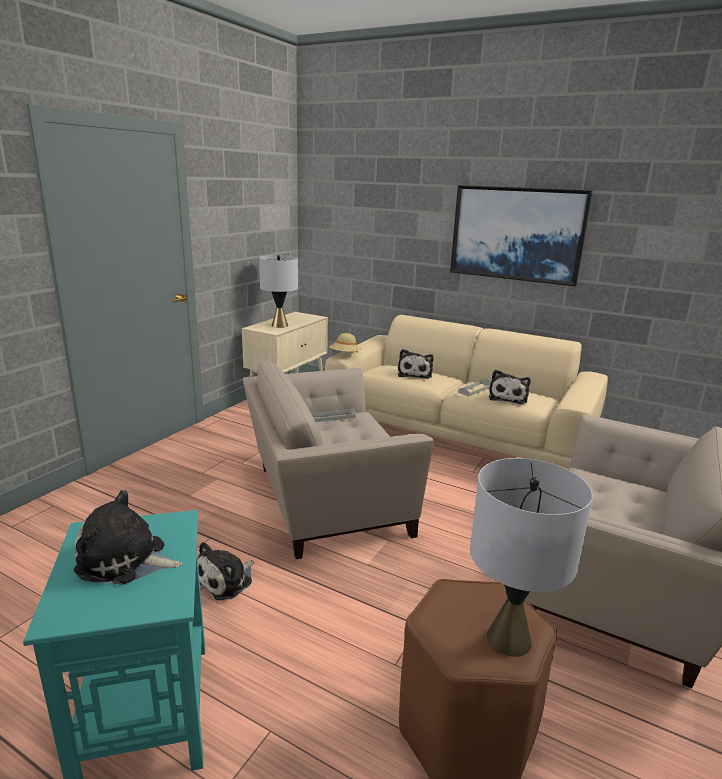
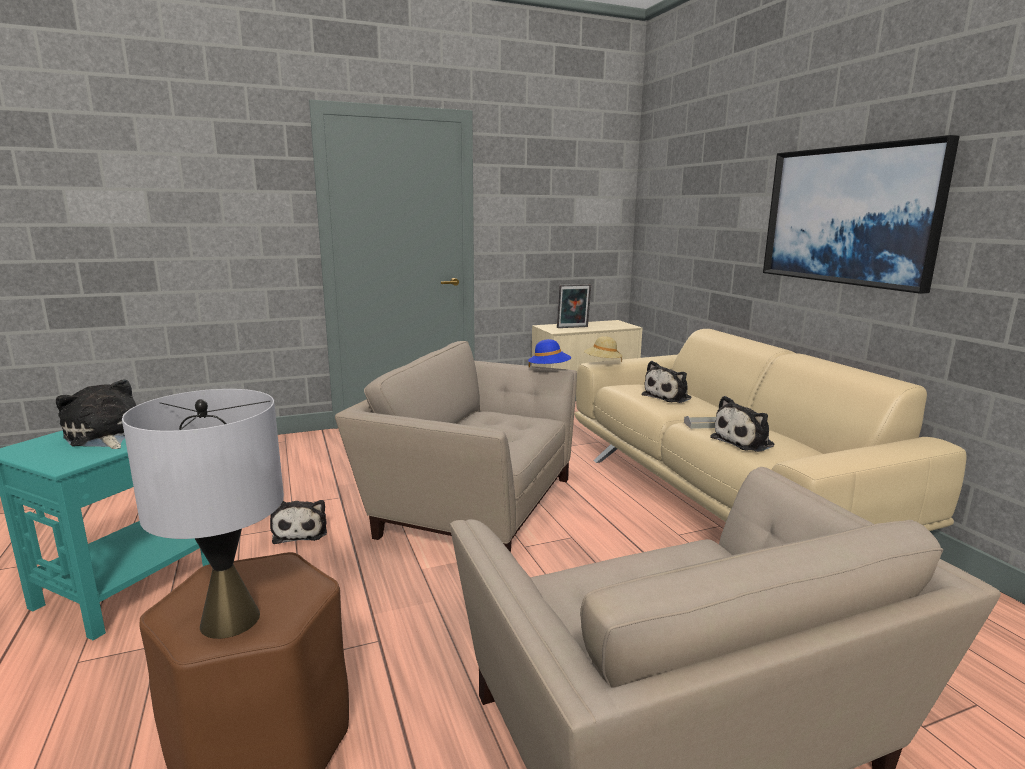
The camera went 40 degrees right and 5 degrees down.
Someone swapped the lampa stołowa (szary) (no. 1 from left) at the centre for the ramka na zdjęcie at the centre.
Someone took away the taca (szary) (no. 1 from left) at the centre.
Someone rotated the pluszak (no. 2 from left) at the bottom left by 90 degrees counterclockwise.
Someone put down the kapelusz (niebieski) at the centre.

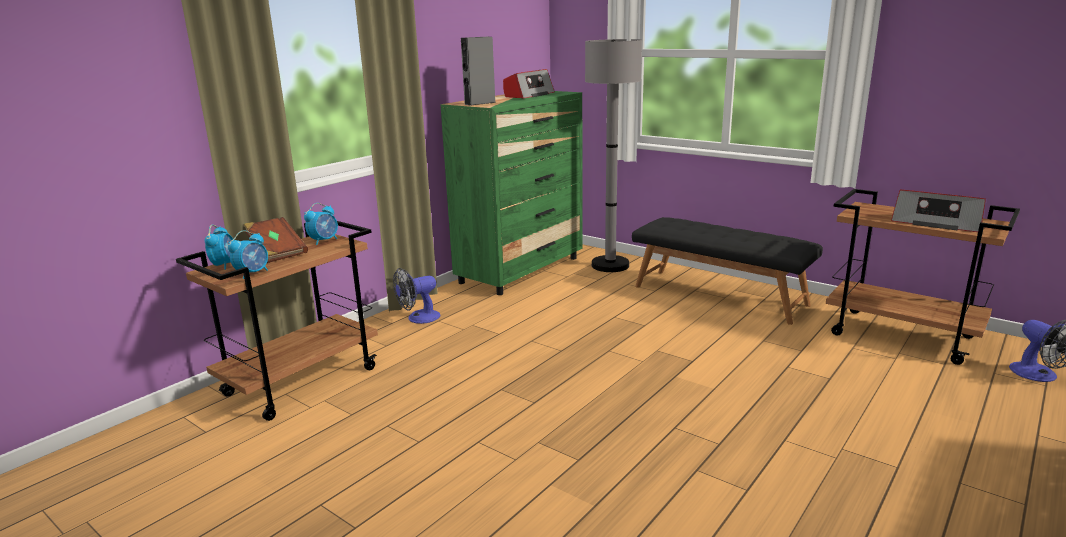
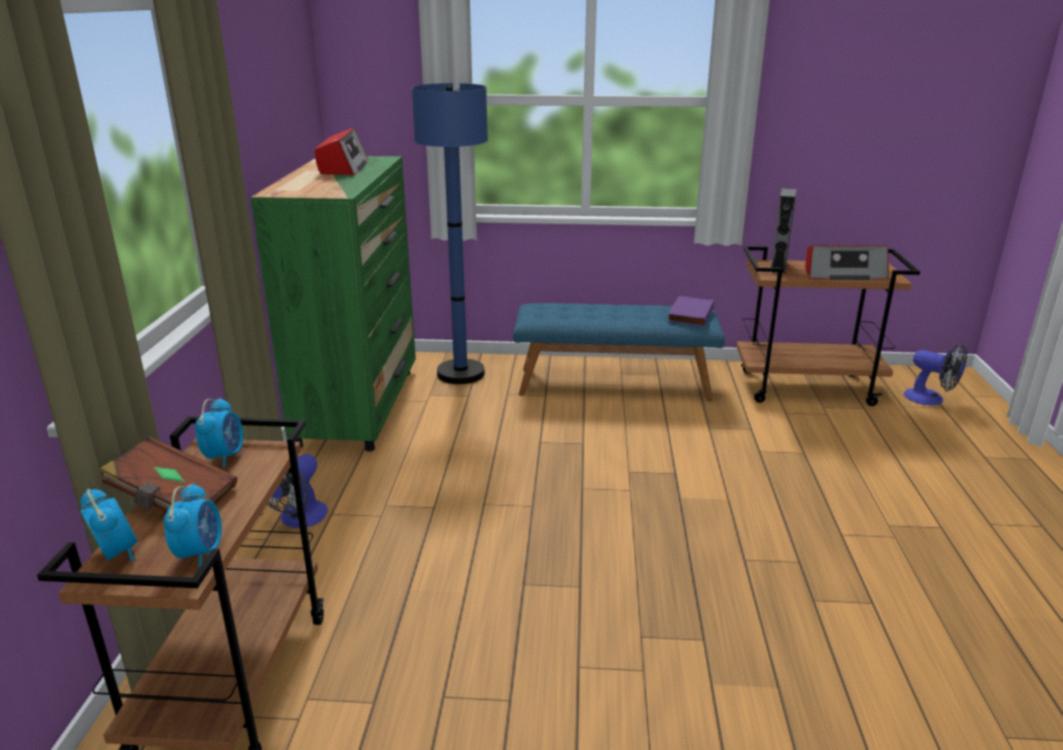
The camera went 35 degrees left and 5 degrees up.
Someone carried the głośnik (szary) from the top centre to the top right.
Someone repainted the lampa stojąca (szary) at the top centre, which became the lampa stojąca (niebieski) at the top centre.
Someone repainted the ławka (czarny) at the middle right, which became the ławka (niebieski) at the centre.
Someone put down the książka (fioletowy) at the centre.

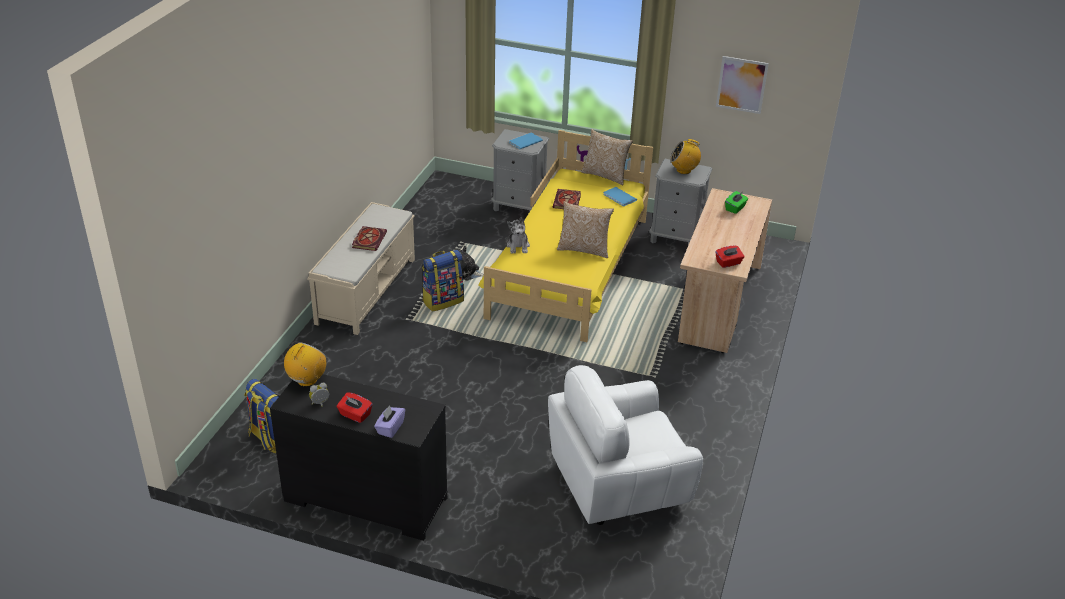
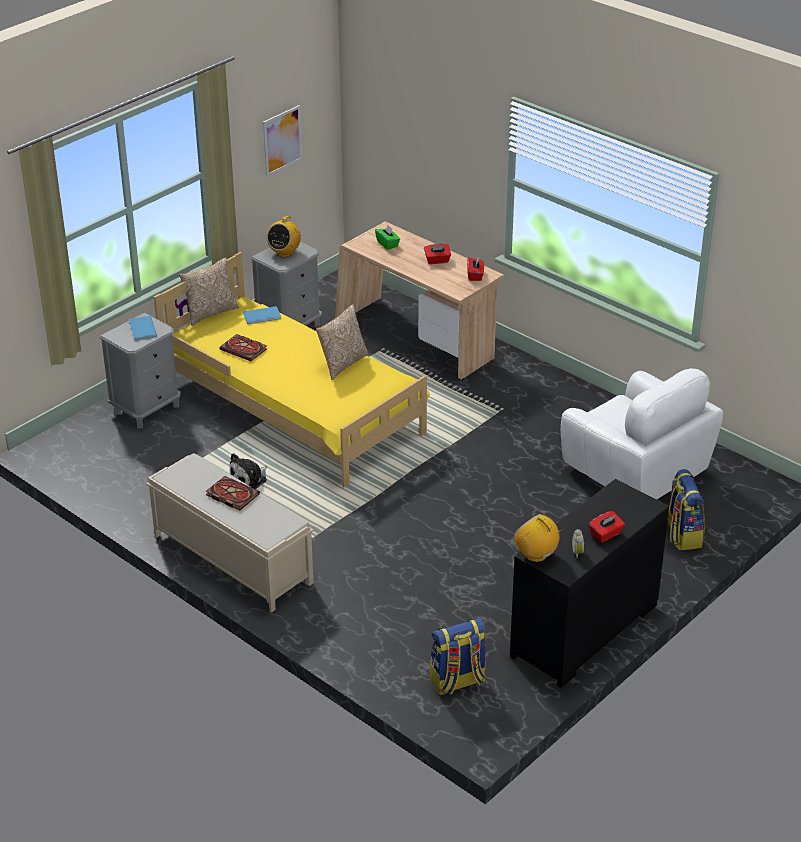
The camera went 65 degrees left and 0 degrees up.
Someone took away the pluszak (no. 2 from left) at the centre.
Someone carried the plecak (no. 2 from left) from the centre to the middle right.
Someone rotated the fotel (biały) at the bottom centre by 45 degrees counterclockwise.
Someone took away the pudełko chusteczek (fioletowy) at the bottom centre.
Someone put down the pudełko chusteczek (czerwony) (no. 1 from left) at the top centre.

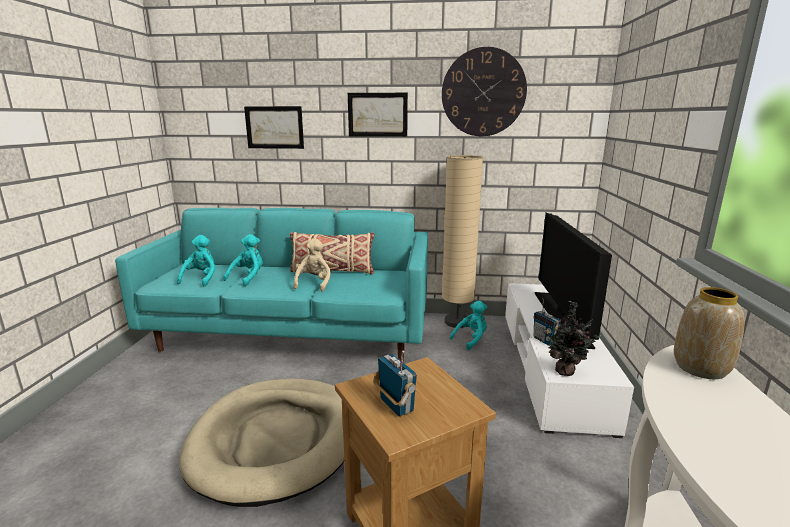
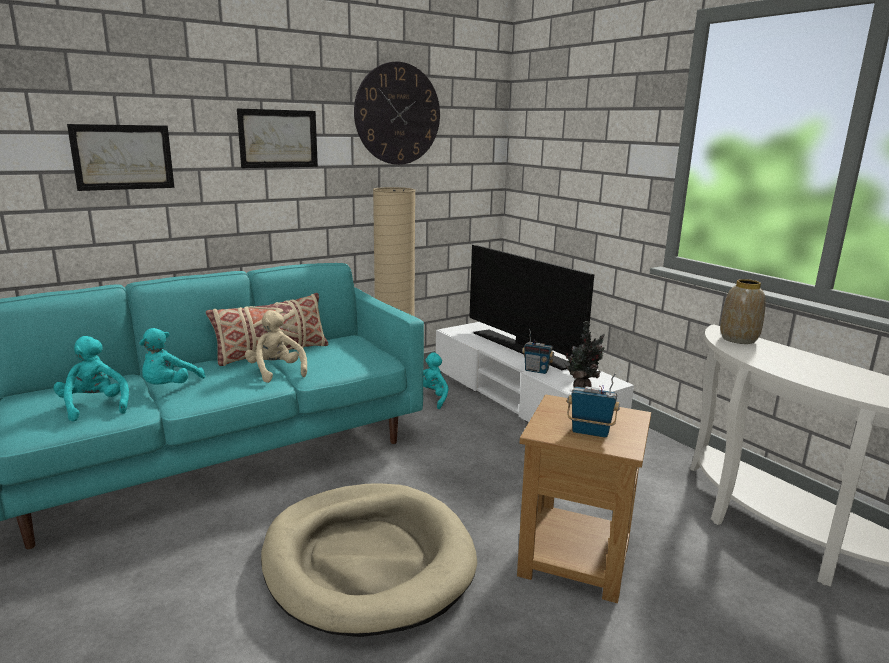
The camera went 40 degrees left and 0 degrees up.
Someone rotated the pluszak (turkusowy) (no. 2 from left) at the middle left by 150 degrees counterclockwise.

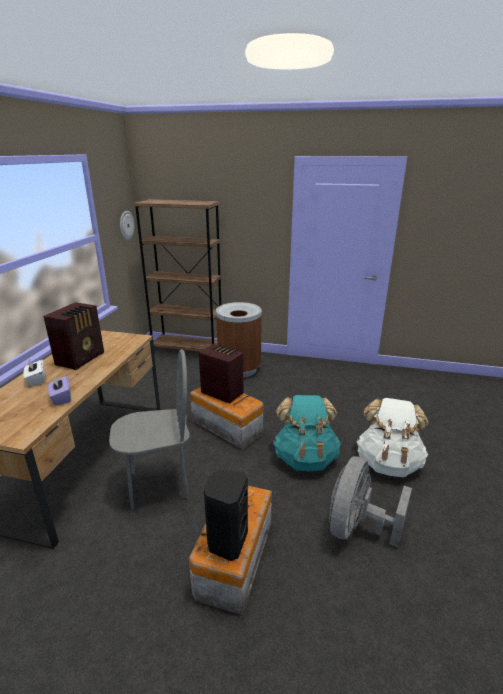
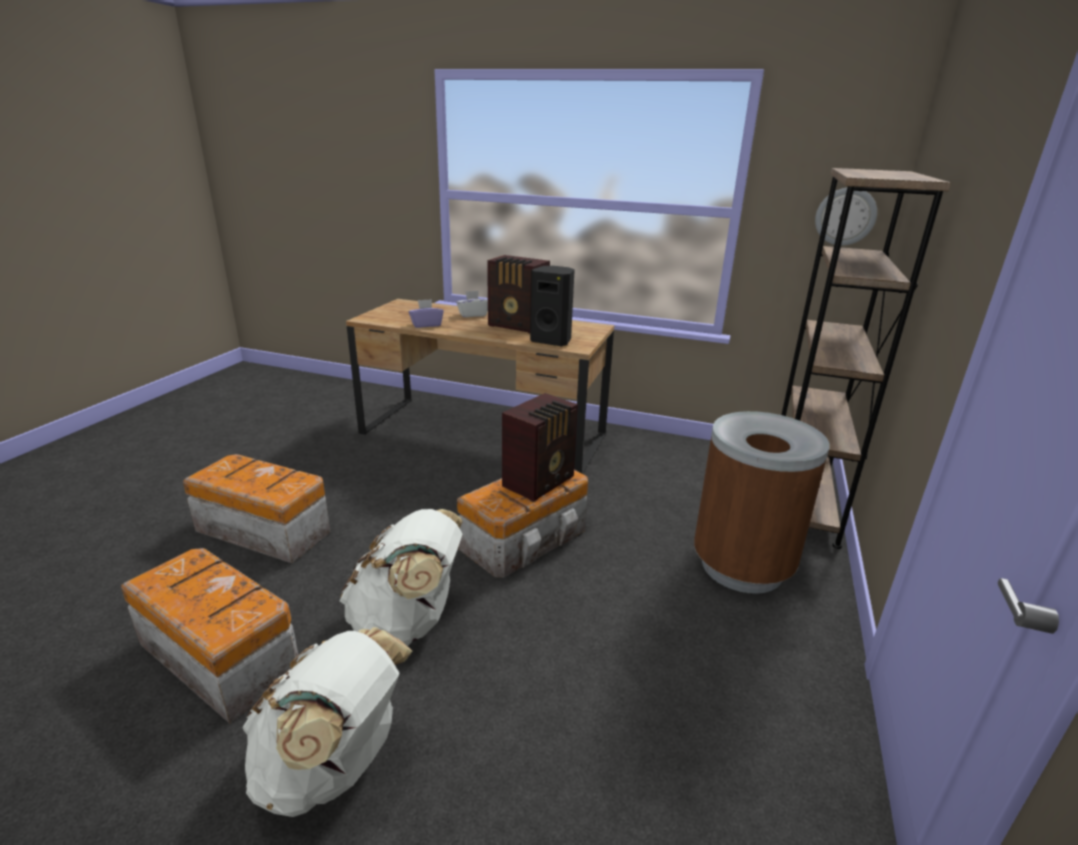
The camera went 95 degrees right and 0 degrees up.
Someone took away the krzesło (szary) at the middle left.
Someone repainted the plecak (turkusowy) at the centre, which became the plecak (biały) (no. 2 from left) at the bottom centre.
Someone swapped the wentylator (szary) at the bottom right for the pojemnik do przechowywania (no. 1 from left) at the bottom left.
Someone carried the głośnik (czarny) from the bottom centre to the centre.

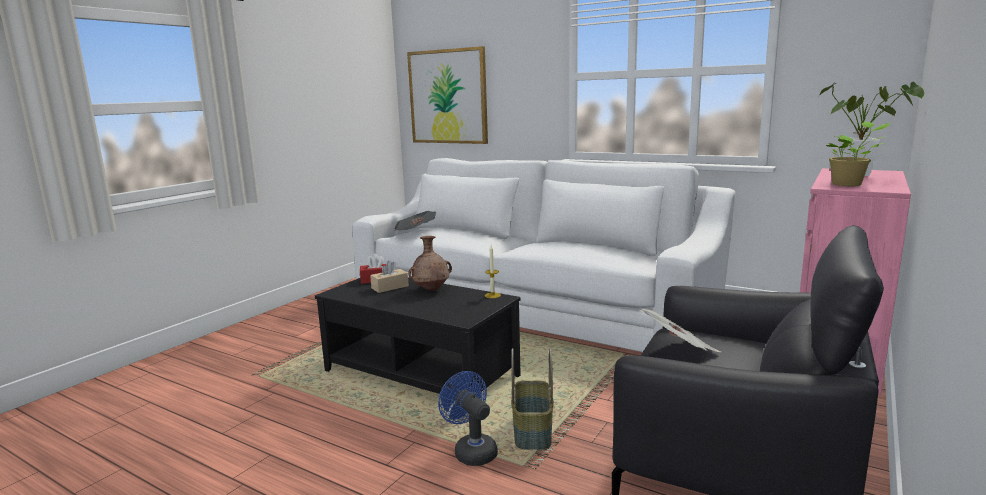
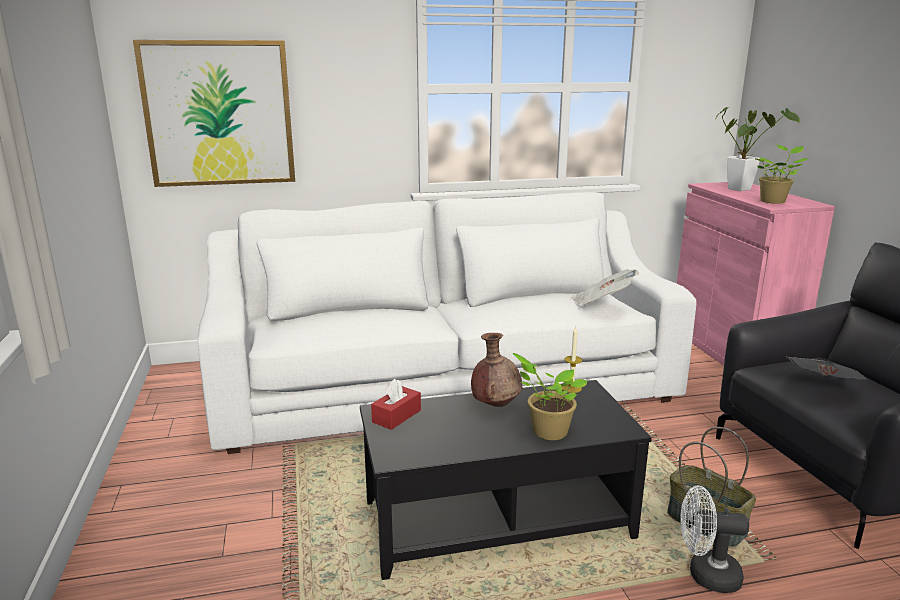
The camera went 45 degrees left and 5 degrees up.
Someone carried the gazeta (no. 1 from left) from the centre to the middle right.
Someone took away the pudełko chusteczek (beżowy) at the centre.
Someone repainted the wentylator (niebieski) at the bottom centre, which became the wentylator (biały) at the bottom right.
Someone put down the roślina doniczkowa (no. 1 from left) at the centre.

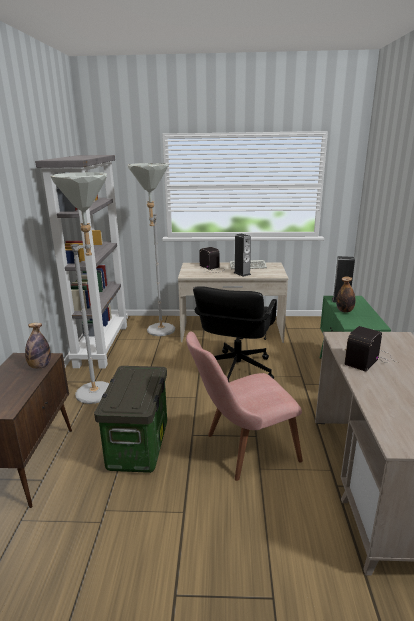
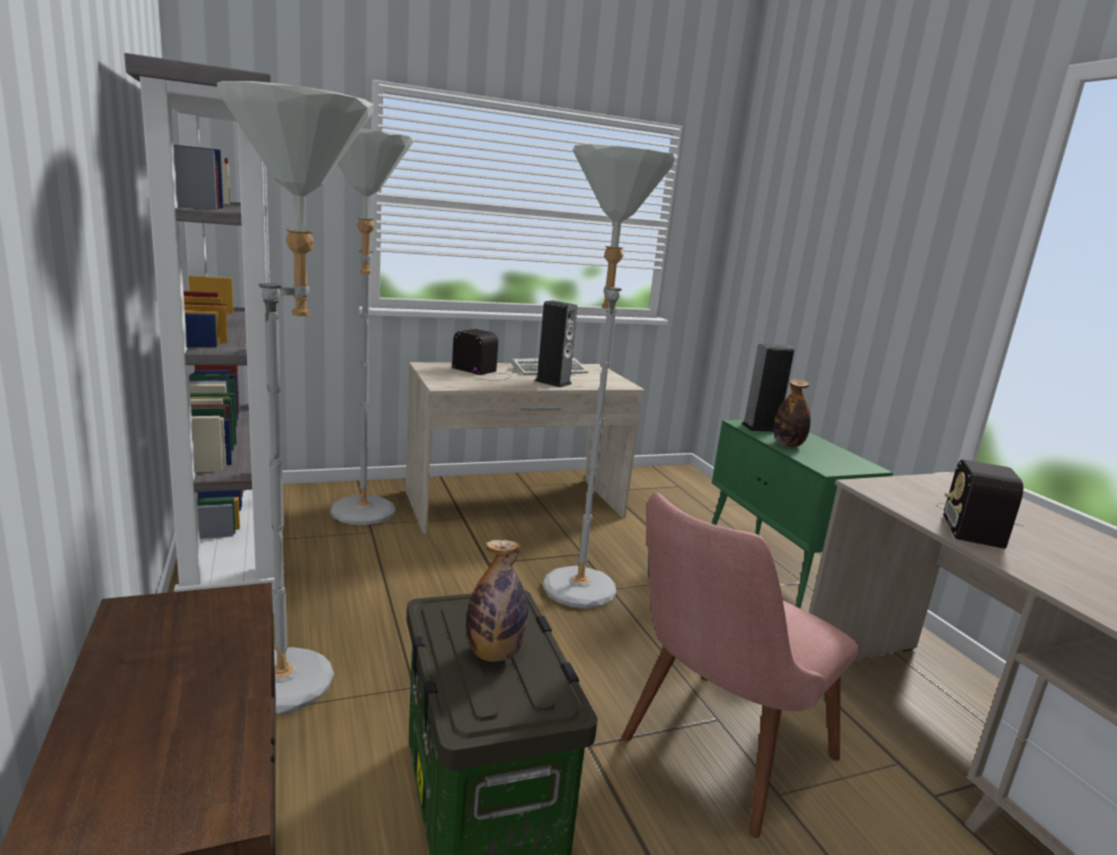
The camera went 25 degrees left and 5 degrees down.
Someone swapped the krzesło biurowe (czarny) at the centre for the lampa stojąca (szary) (no. 3 from left) at the centre.
Someone carried the butelka (no. 1 from left) from the middle left to the bottom centre.

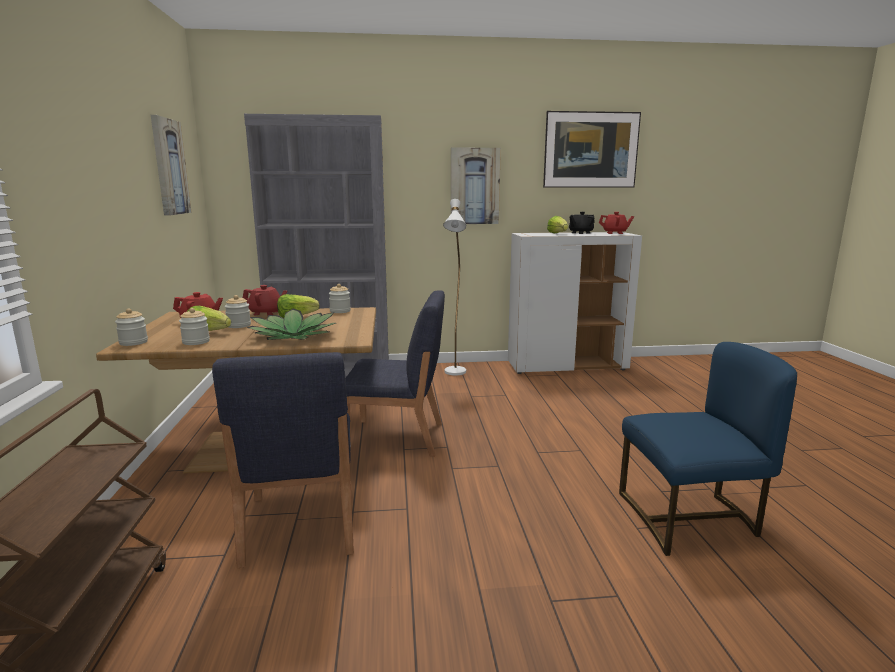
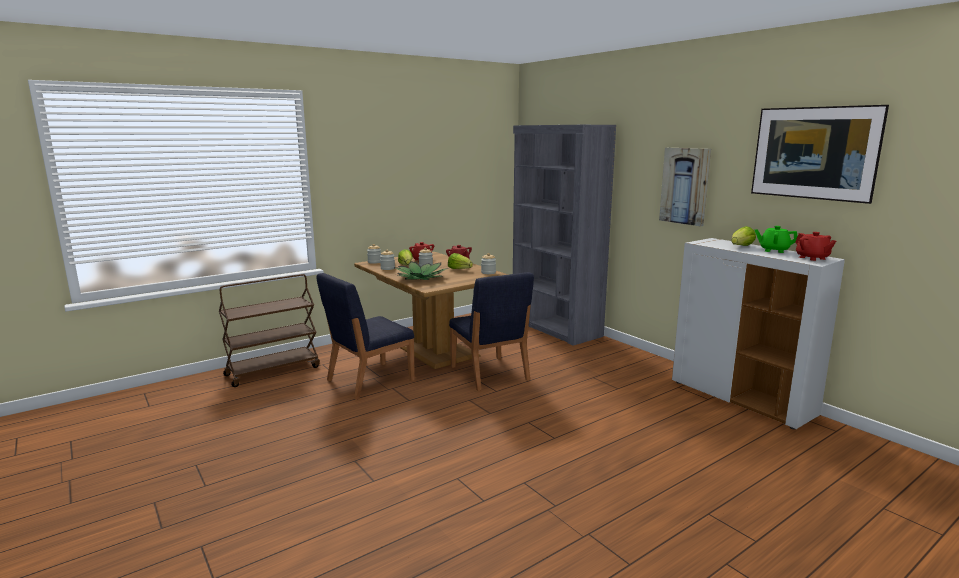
The camera went 60 degrees right and 0 degrees up.
Someone took away the obraz (no. 1 from left) at the top left.
Someone took away the lampa stojąca (biały) at the centre.
Someone repainted the imbryk (czarny) at the top centre, which became the imbryk (zielony) at the middle right.
Someone took away the krzesło (niebieski) (no. 3 from left) at the bottom right.

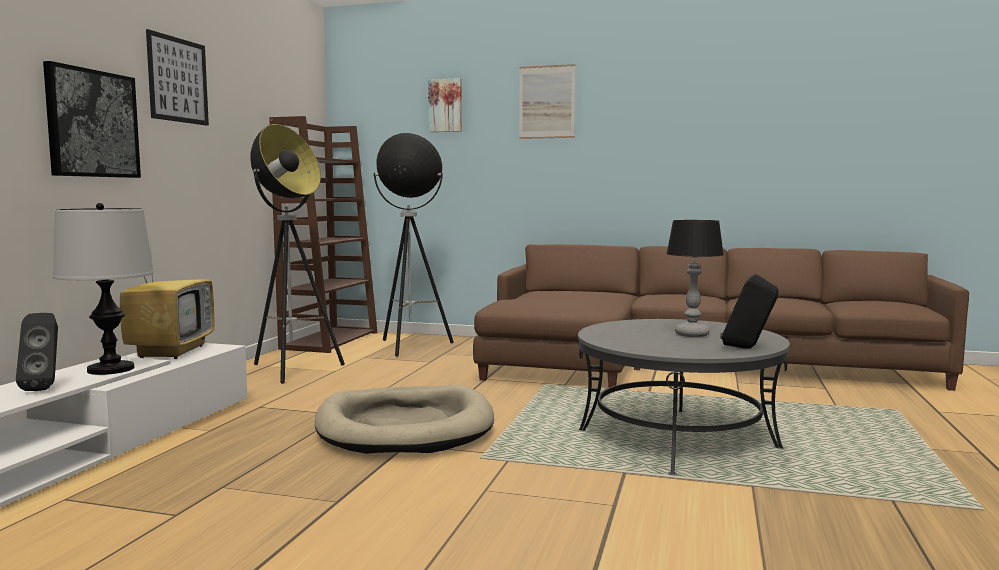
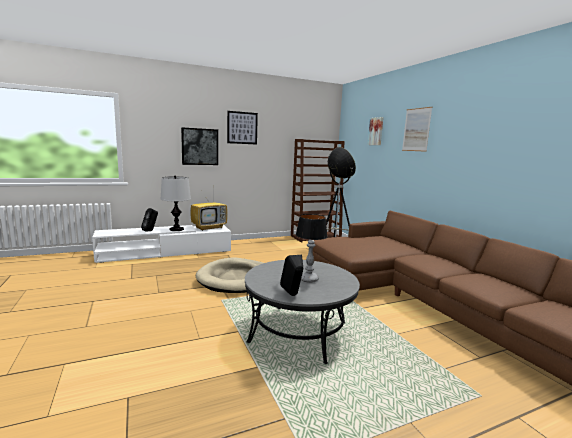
The camera went 50 degrees right and 5 degrees up.
Someone took away the lampa stojąca (no. 1 from left) at the middle left.

